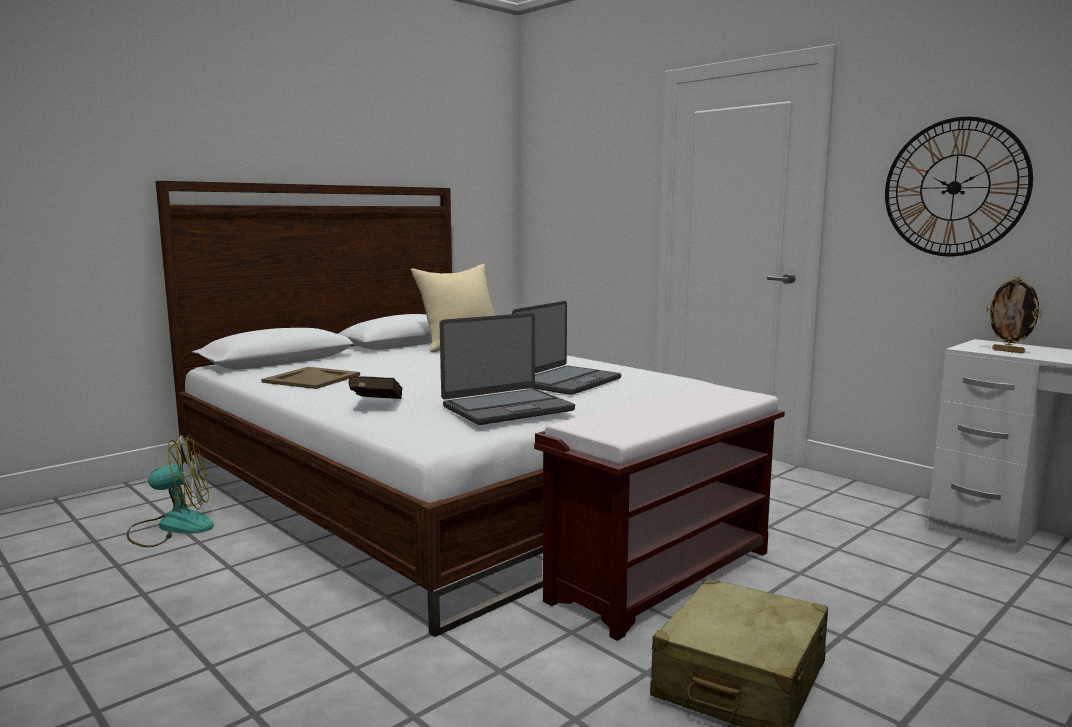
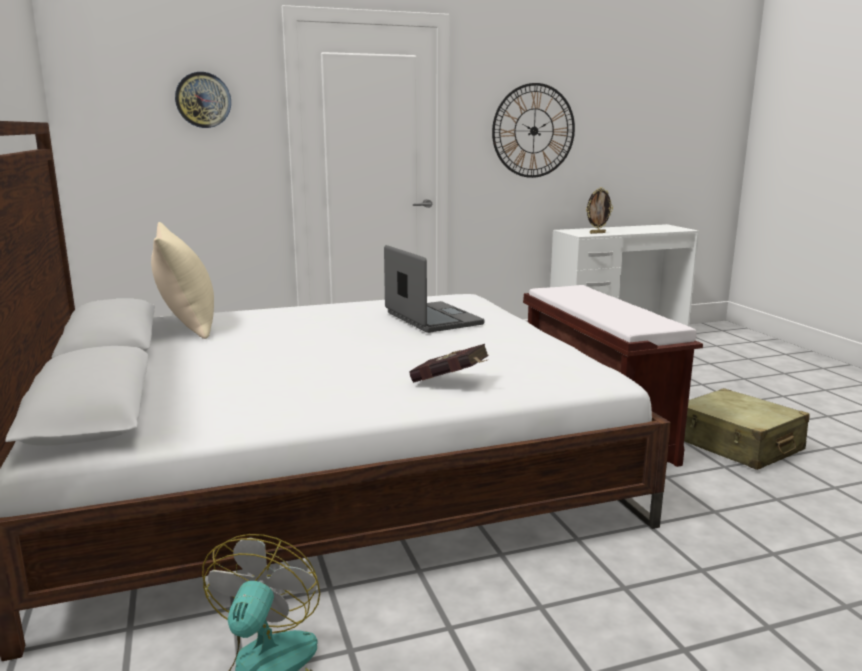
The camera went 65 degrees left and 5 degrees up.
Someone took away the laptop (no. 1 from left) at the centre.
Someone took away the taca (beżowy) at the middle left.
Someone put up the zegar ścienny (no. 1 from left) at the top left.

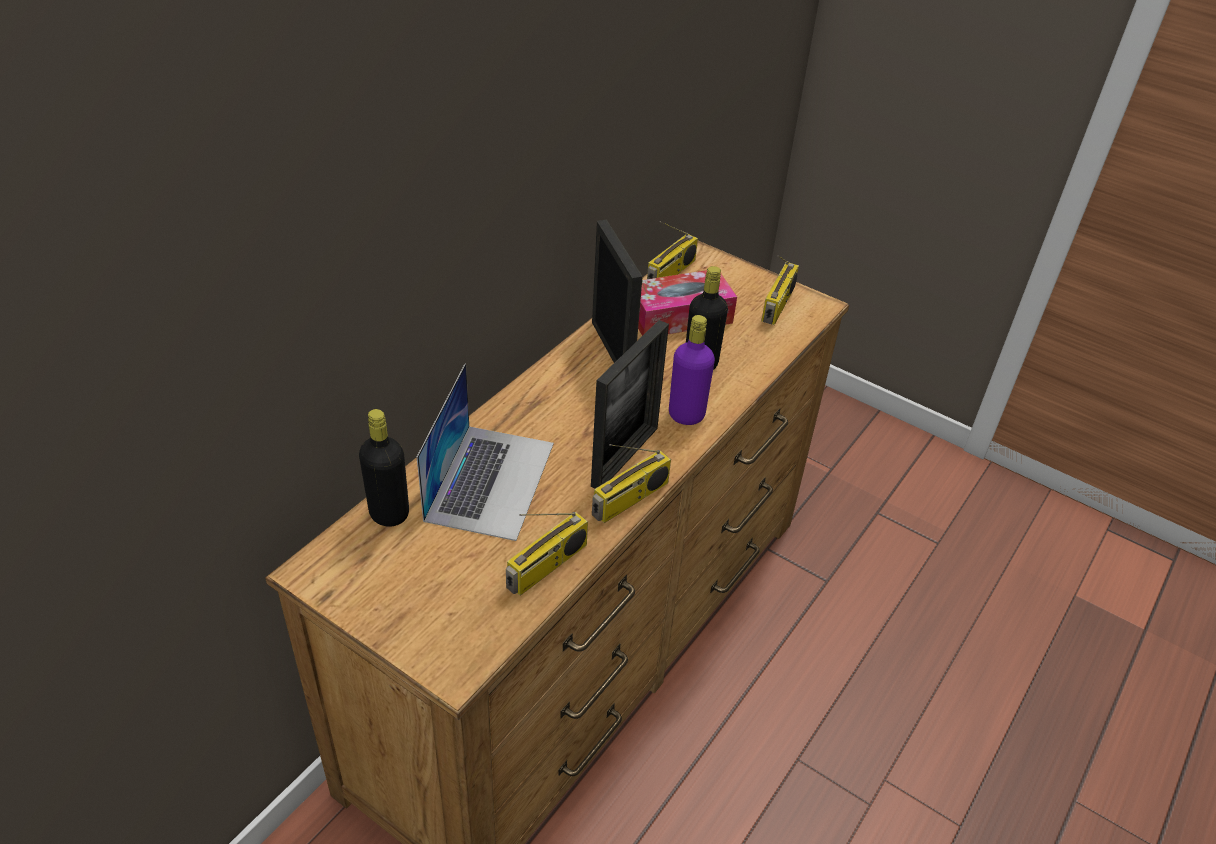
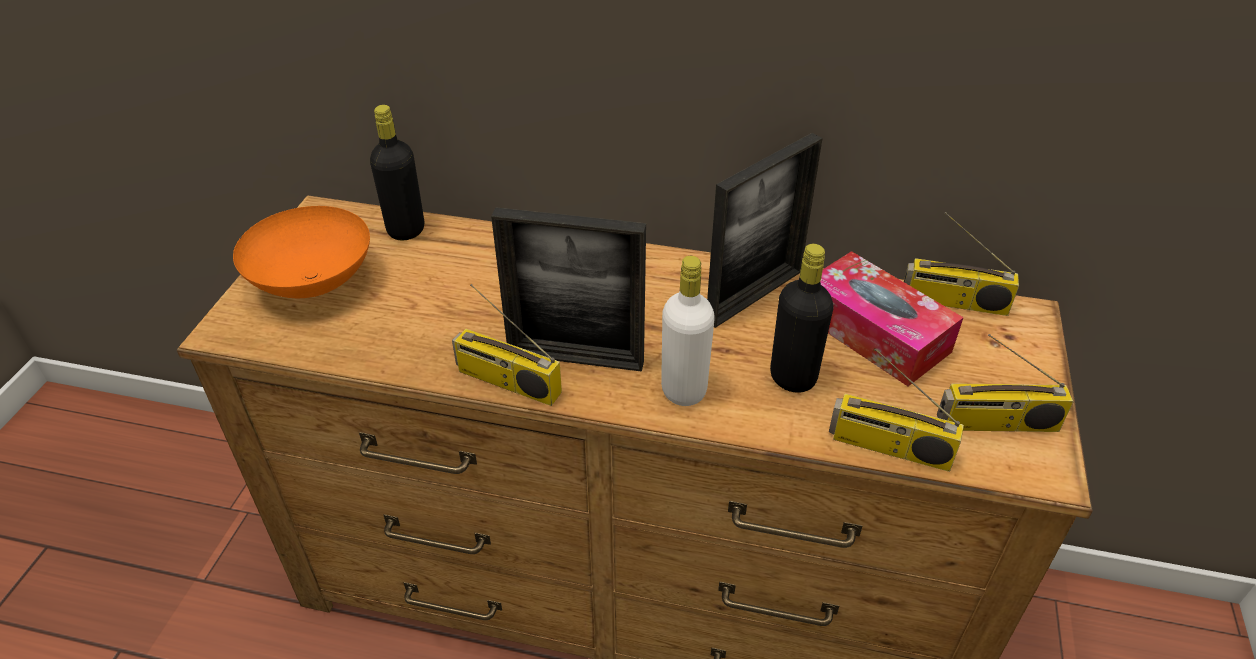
The camera went 70 degrees right and 0 degrees up.
Someone repainted the butelka (fioletowy) at the centre, which became the butelka (biały) at the centre.
Someone took away the laptop at the centre.
Someone carried the radio (no. 1 from left in the first image) from the centre to the middle right.
Someone put down the miska (pomarańczowy) at the middle left.

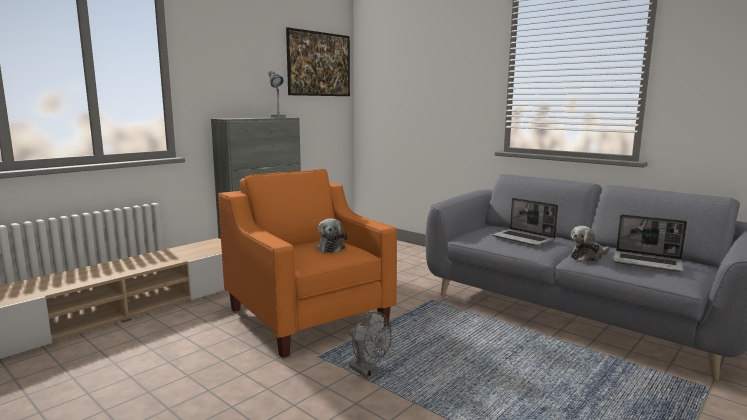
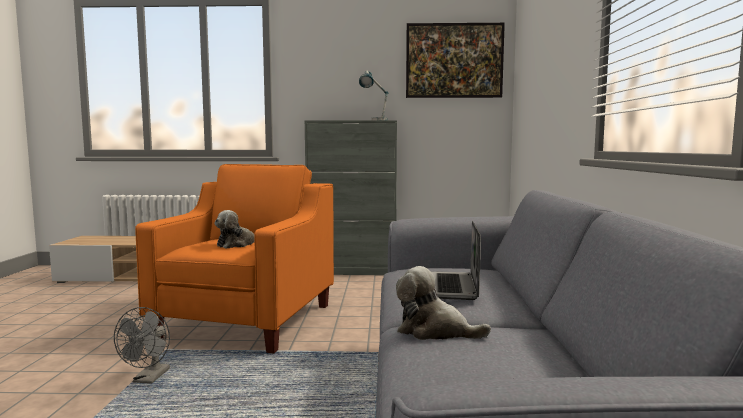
The camera went 50 degrees right and 5 degrees down.
Someone took away the laptop (no. 2 from left) at the middle right.

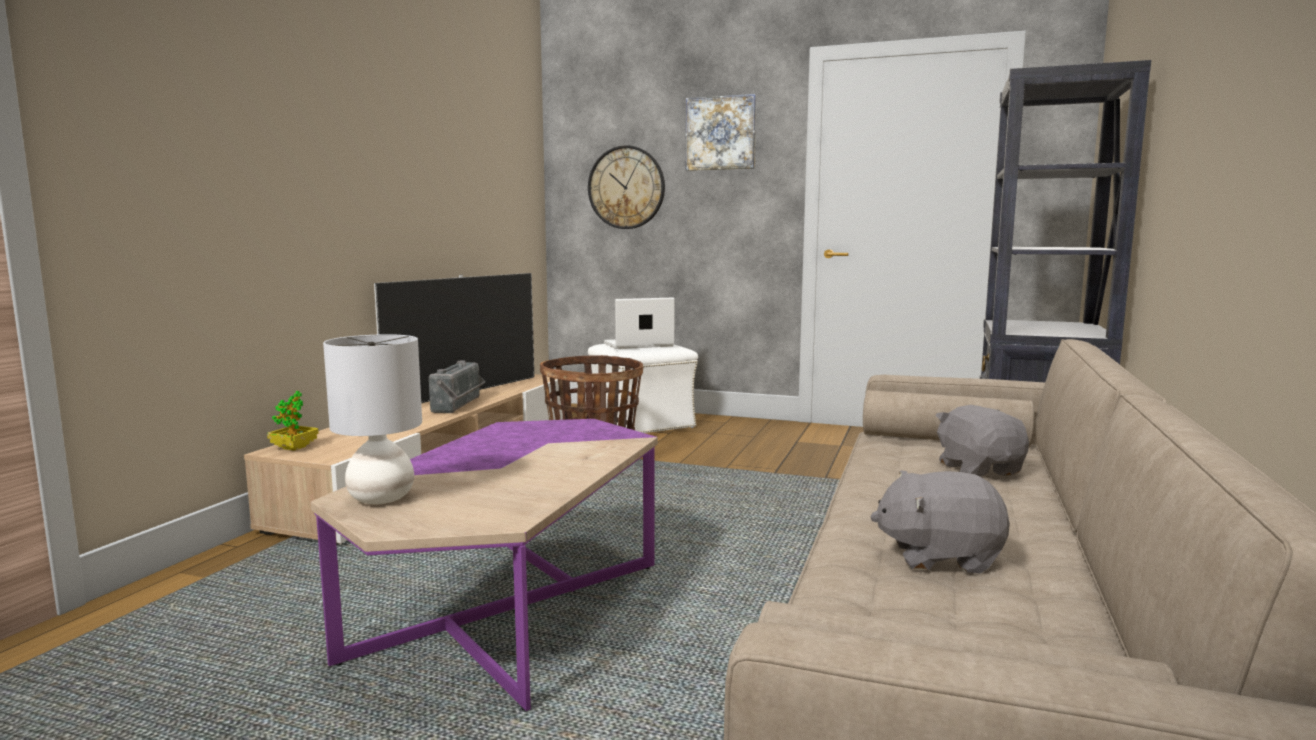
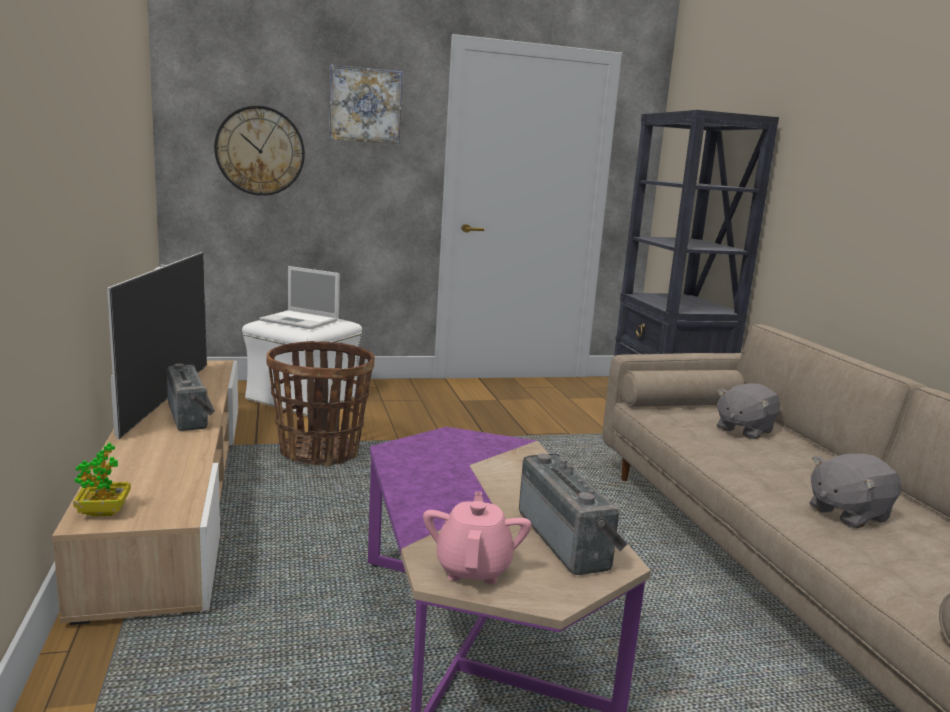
The camera went 35 degrees left and 5 degrees up.
Someone rotated the laptop at the centre by 105 degrees counterclockwise.
Someone swapped the lampa stołowa (szary) at the middle left for the imbryk (różowy) at the bottom centre.
Someone rotated the pluszak (szary) (no. 2 from left in the first image) at the middle right by 90 degrees counterclockwise.
Someone put down the radio (no. 2 from left) at the bottom centre.

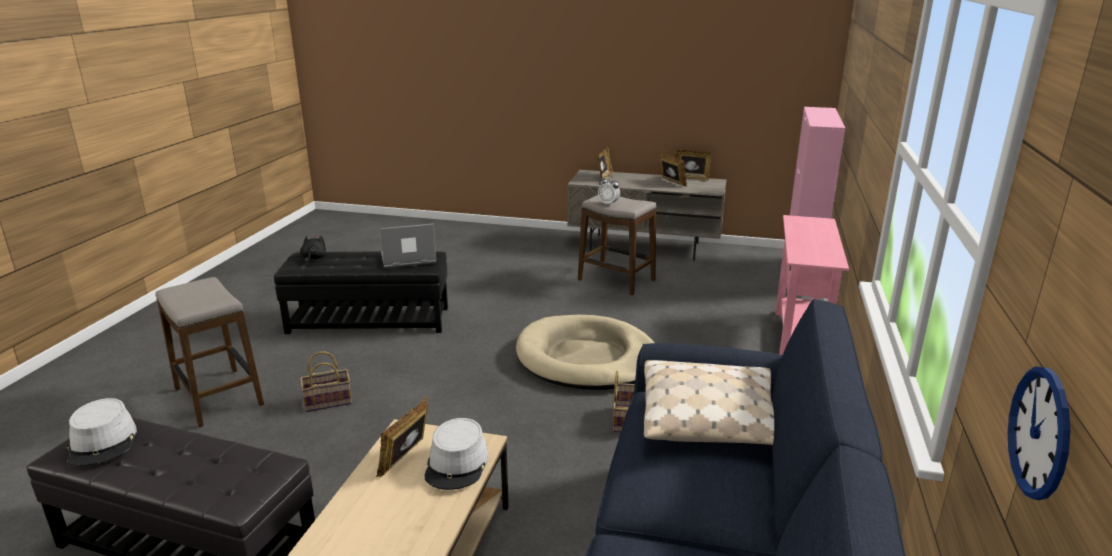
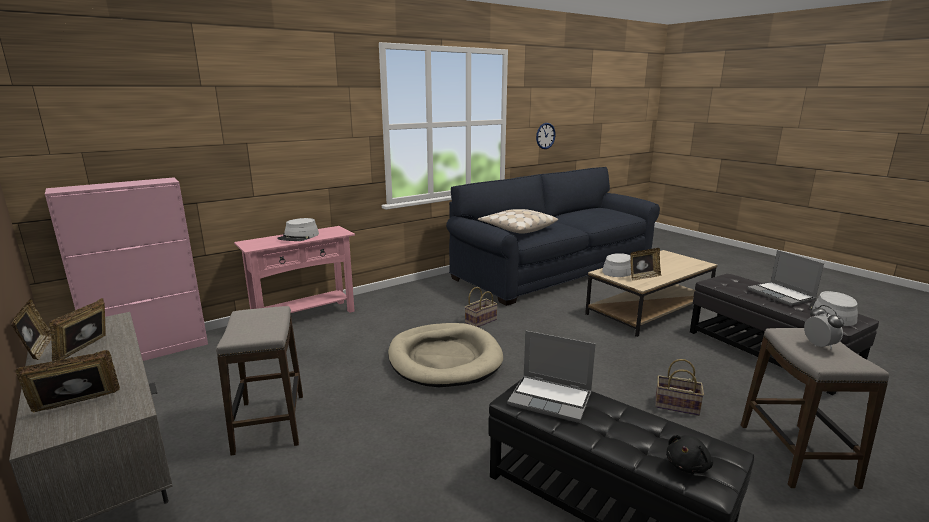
The camera went 140 degrees left and 5 degrees down.
Someone carried the budzik from the centre to the middle right.
Someone put down the kapelusz (szary) (no. 1 from left) at the middle left.
Someone put down the laptop (no. 2 from left) at the middle right.

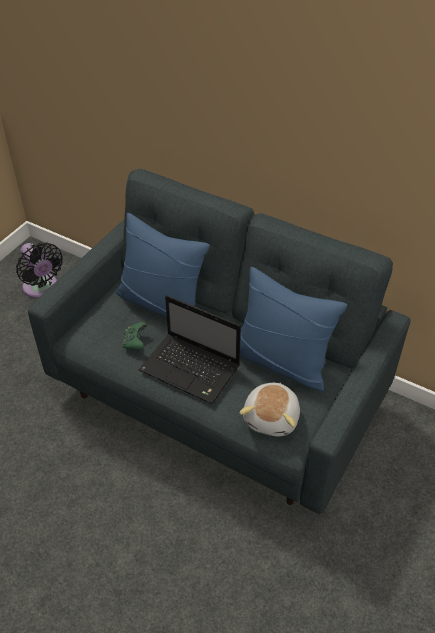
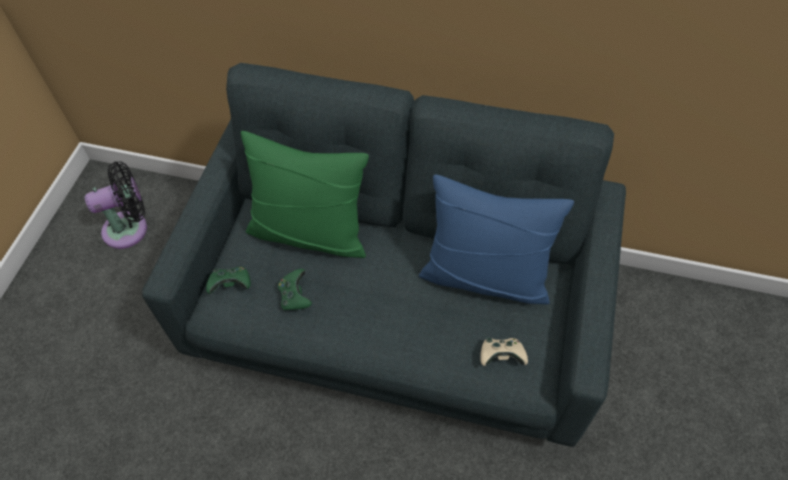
The camera went 15 degrees left and 10 degrees up.
Someone repainted the poduszka (niebieski) (no. 1 from left) at the centre, which became the poduszka (zielony) at the centre.
Someone rotated the wentylator (czarny) at the middle left by 60 degrees counterclockwise.
Someone took away the laptop at the centre.
Someone swapped the pluszak at the centre for the pad do gier (beżowy) at the bottom centre.
Someone put down the pad do gier (zielony) (no. 1 from left) at the middle left.

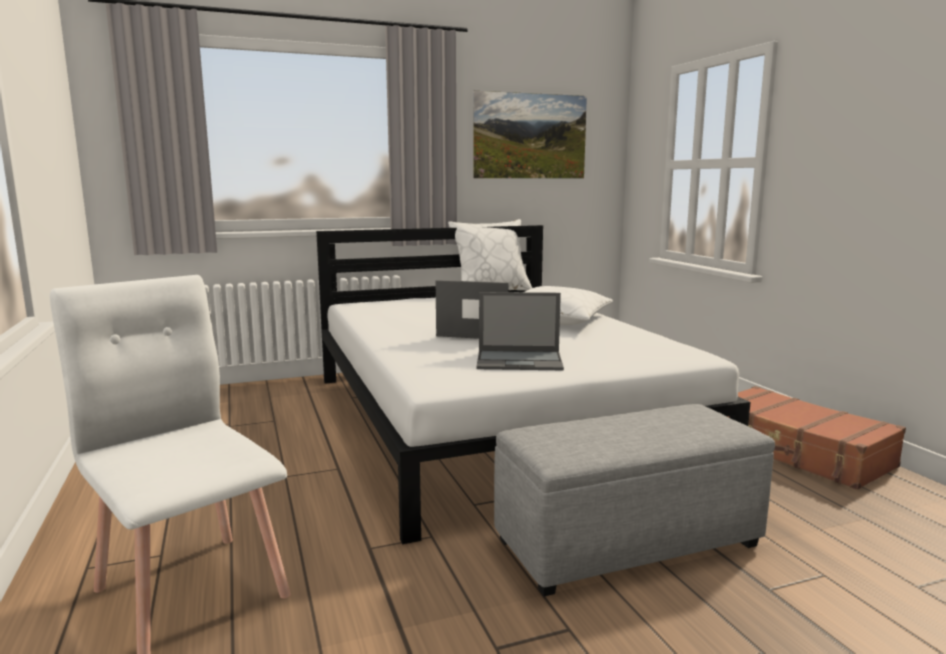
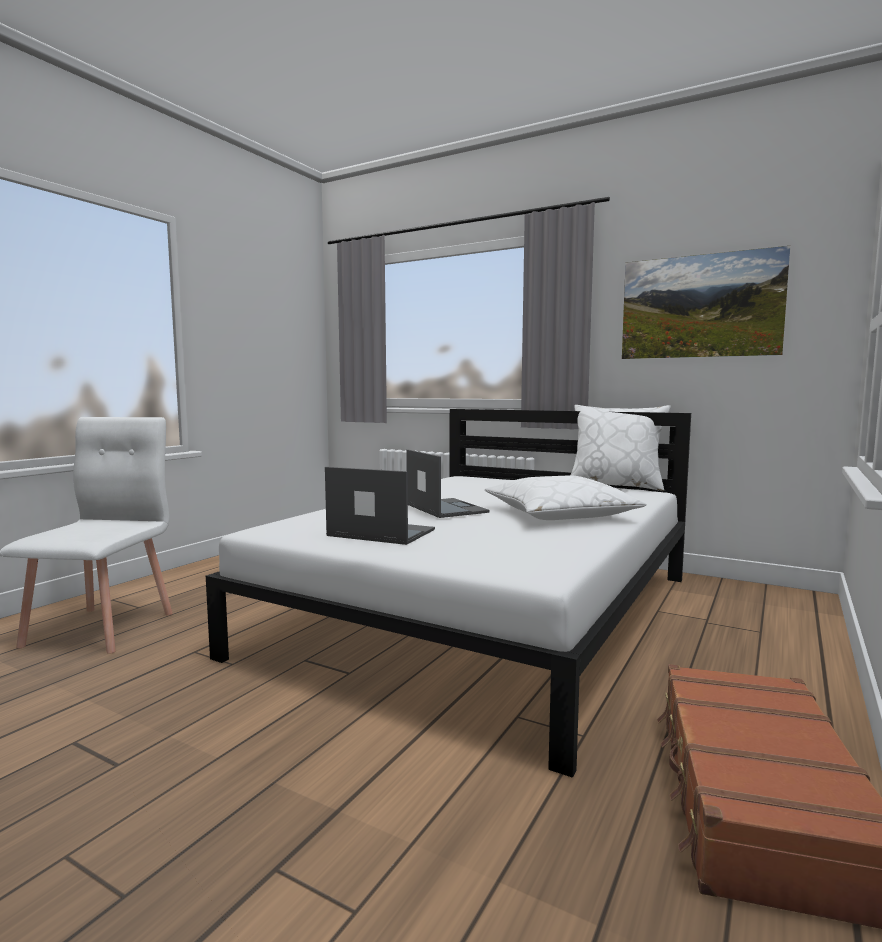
The camera went 50 degrees right and 5 degrees down.
Someone rotated the laptop (no. 2 from left in the first image) at the centre by 150 degrees clockwise.
Someone took away the pufa (szary) at the bottom right.

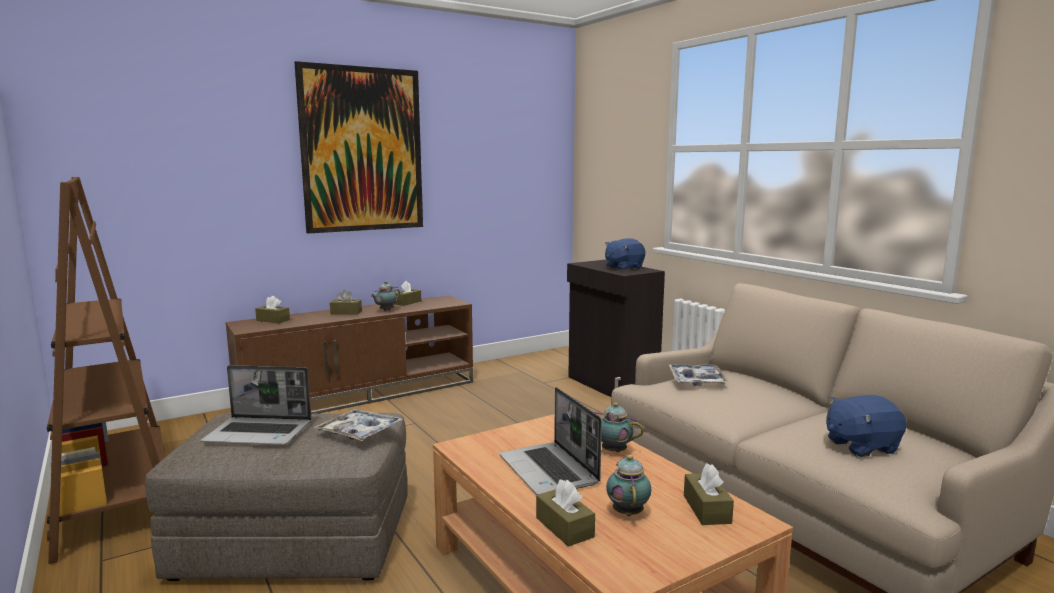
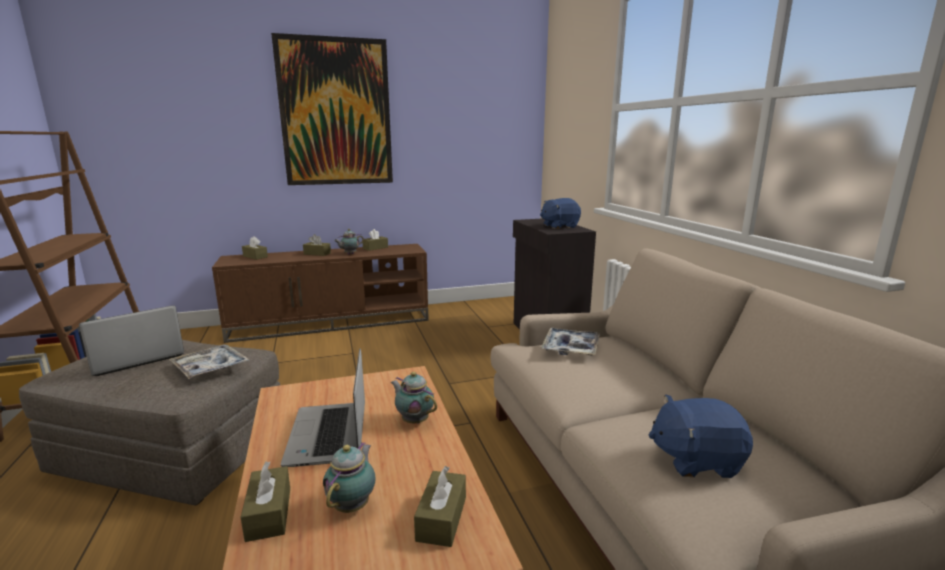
The camera went 15 degrees right and 5 degrees up.
Someone rotated the laptop (no. 1 from left) at the bottom left by 120 degrees clockwise.

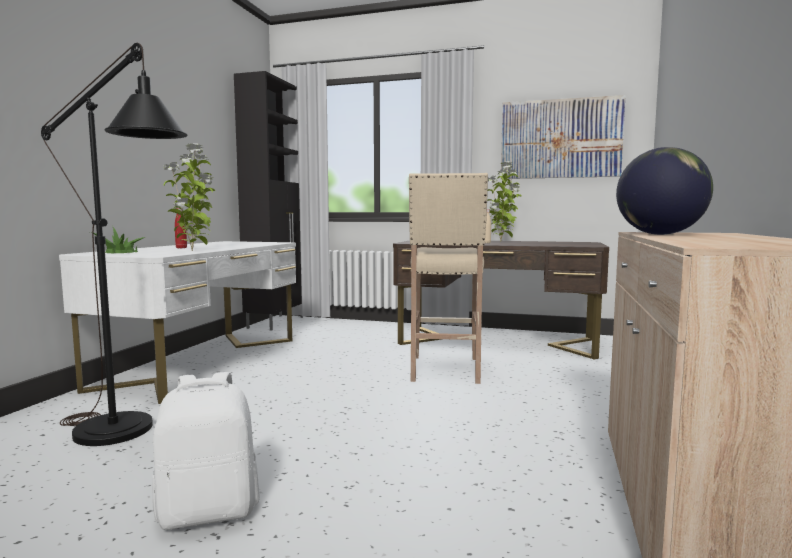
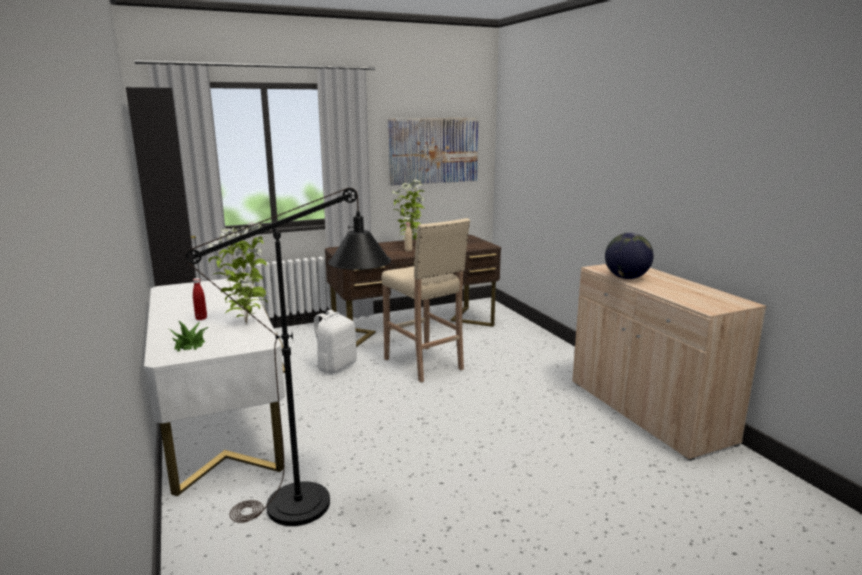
The camera went 40 degrees left and 10 degrees up.
Someone carried the plecak (biały) from the bottom left to the centre.

